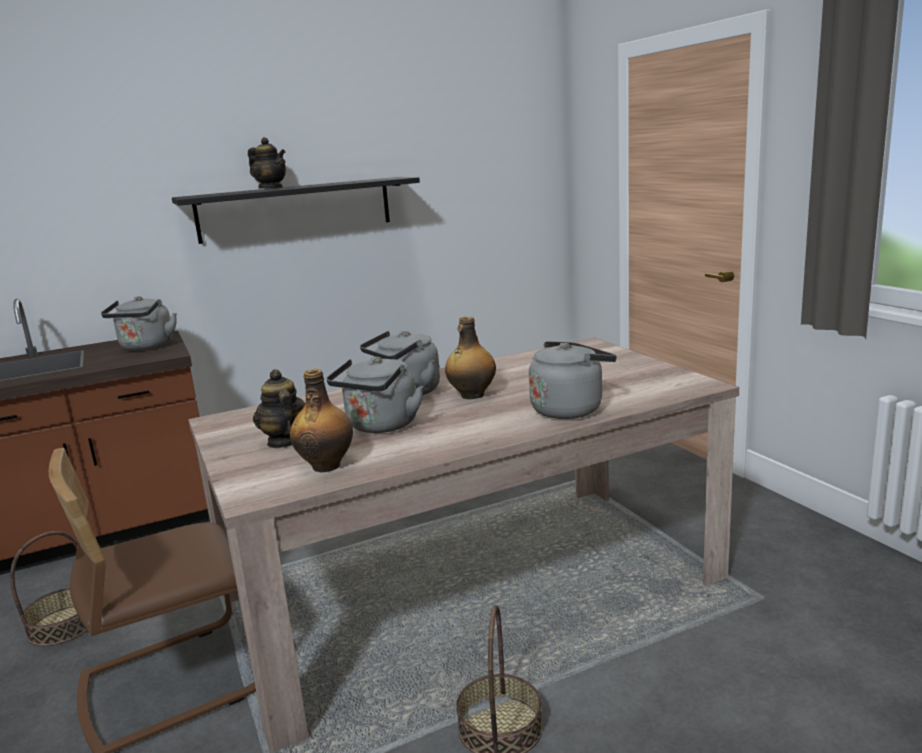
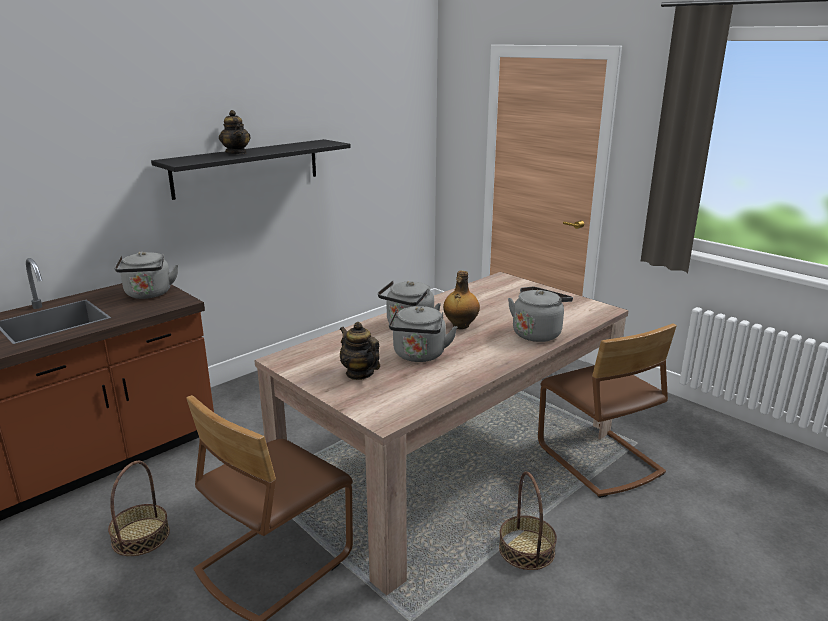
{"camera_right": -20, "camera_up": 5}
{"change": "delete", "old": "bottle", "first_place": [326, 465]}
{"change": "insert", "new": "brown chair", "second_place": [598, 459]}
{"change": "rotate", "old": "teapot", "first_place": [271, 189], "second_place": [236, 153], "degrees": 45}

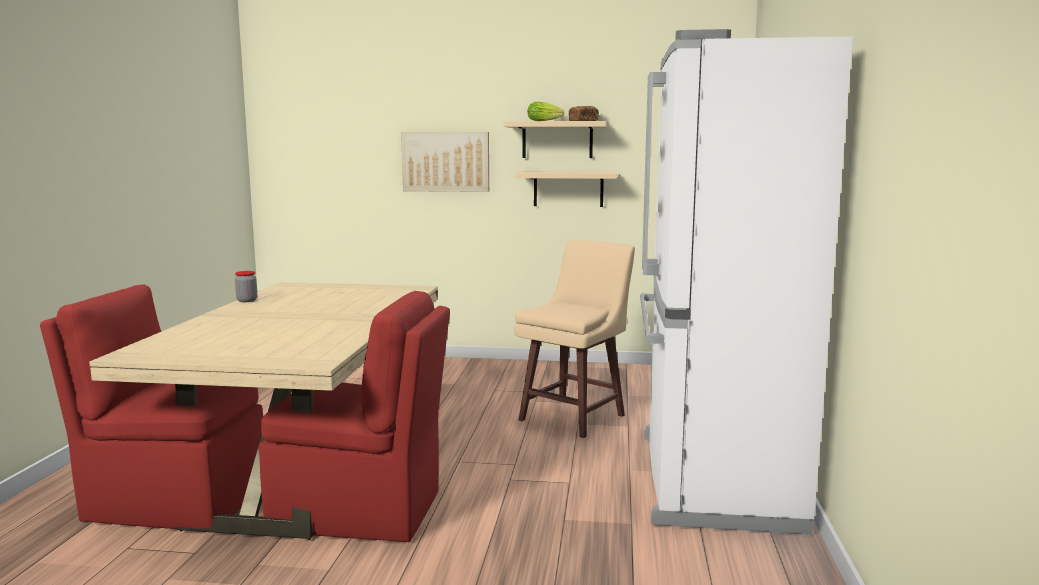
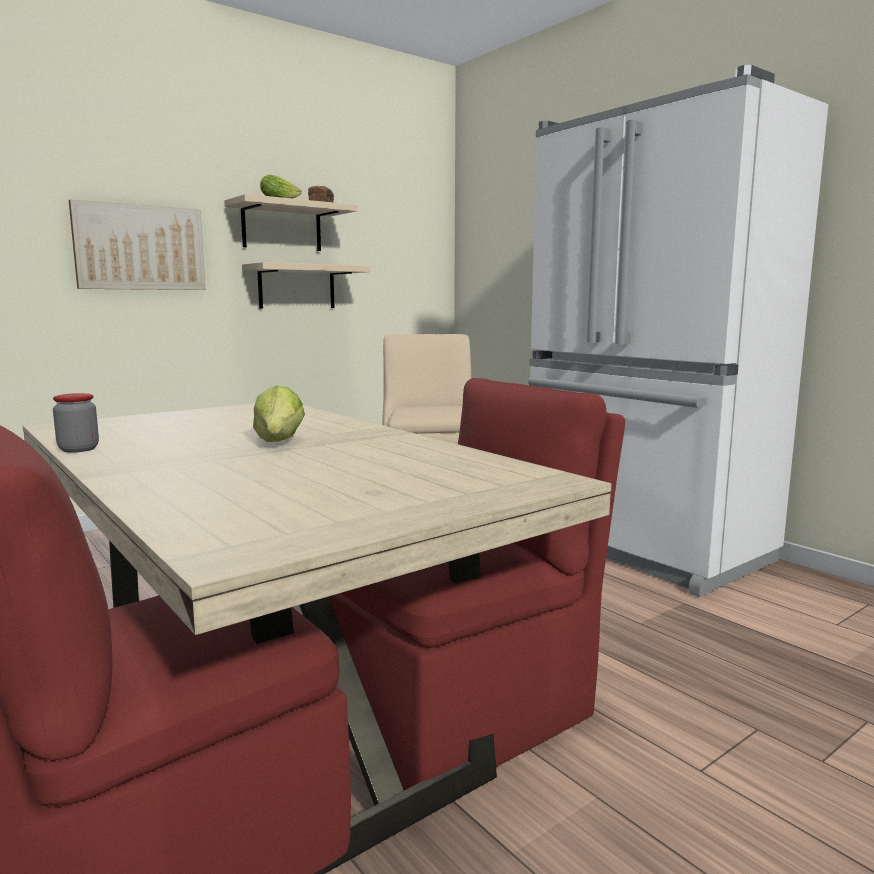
{"camera_right": -45, "camera_up": 0}
{"change": "insert", "new": "lettuce", "second_place": [279, 442]}

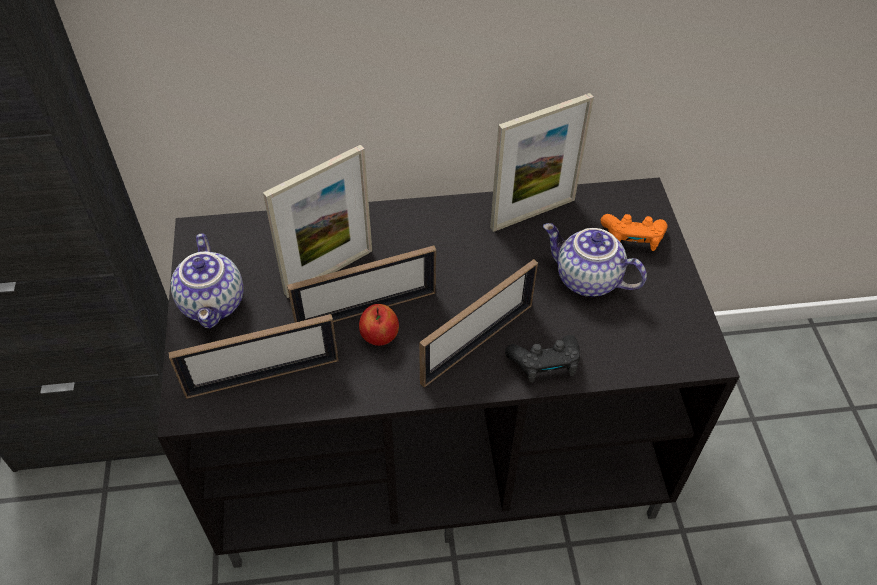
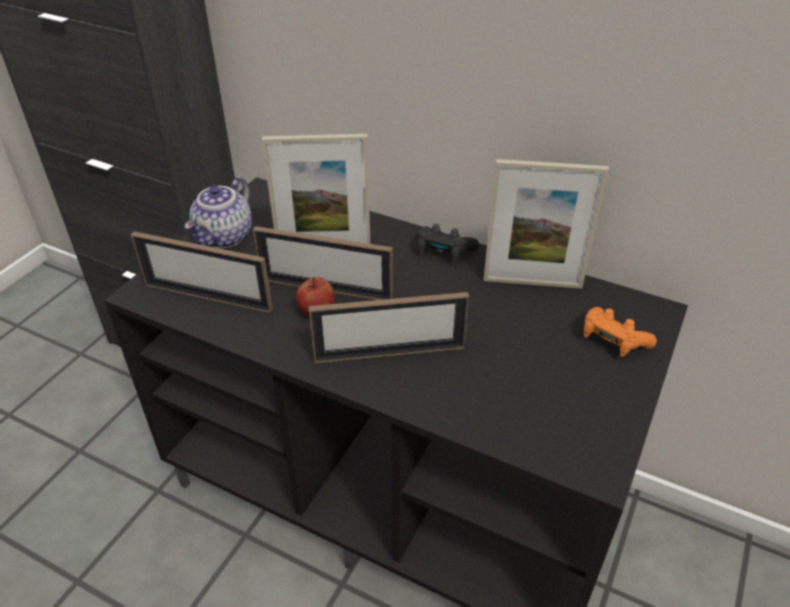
{"camera_right": 35, "camera_up": -10}
{"change": "delete", "old": "teapot", "first_place": [586, 280]}
{"change": "move", "old": "black game controller", "first_place": [544, 364], "second_place": [443, 251]}

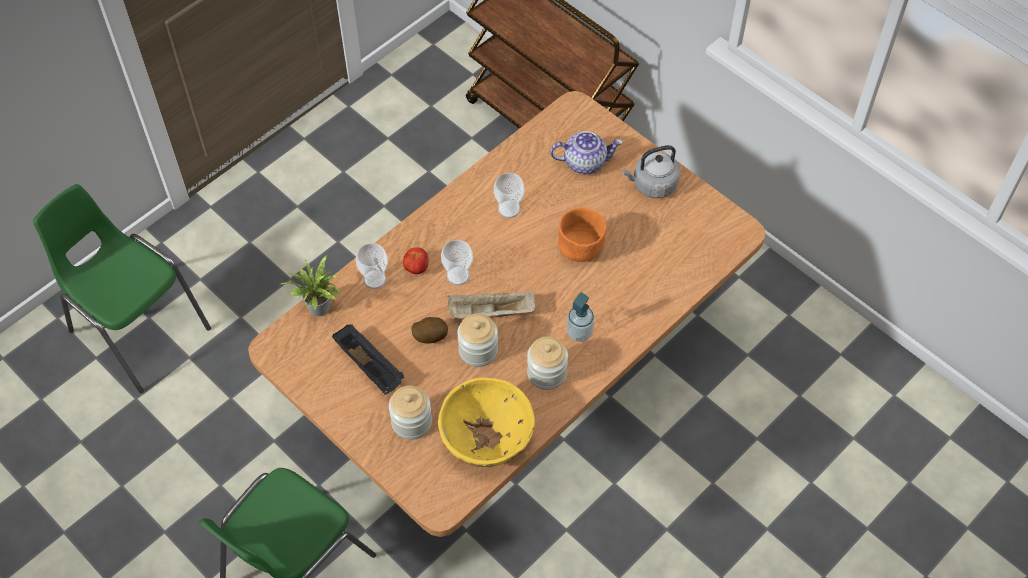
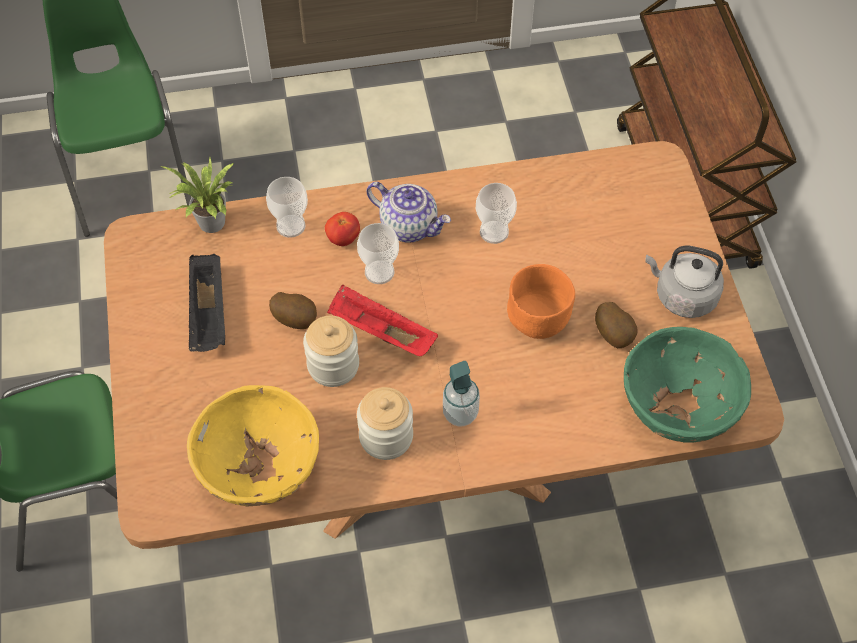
{"camera_right": 35, "camera_up": 0}
{"change": "delete", "old": "jar", "first_place": [411, 422]}
{"change": "insert", "new": "potato", "second_place": [614, 335]}
{"change": "insert", "new": "green bowl", "second_place": [677, 409]}
{"change": "move", "old": "teapot", "first_place": [585, 162], "second_place": [409, 226]}
{"change": "recolor", "old": "beige tray", "new": "red tray", "first_place": [490, 313], "second_place": [380, 332]}

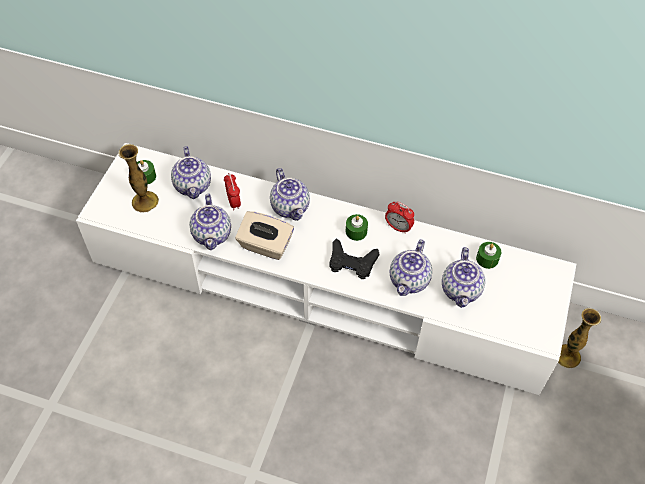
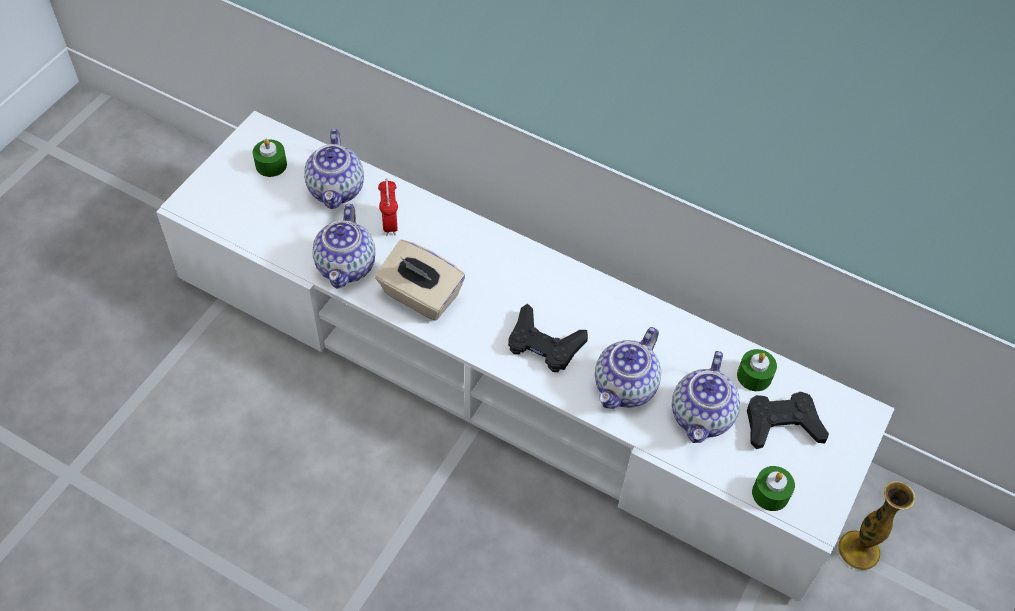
{"camera_right": 10, "camera_up": 0}
{"change": "delete", "old": "vase", "first_place": [145, 201]}
{"change": "delete", "old": "teapot", "first_place": [290, 207]}
{"change": "delete", "old": "alarm clock", "first_place": [398, 227]}
{"change": "insert", "new": "black game controller", "second_place": [782, 424]}
{"change": "move", "old": "green candle", "first_place": [356, 231], "second_place": [770, 493]}

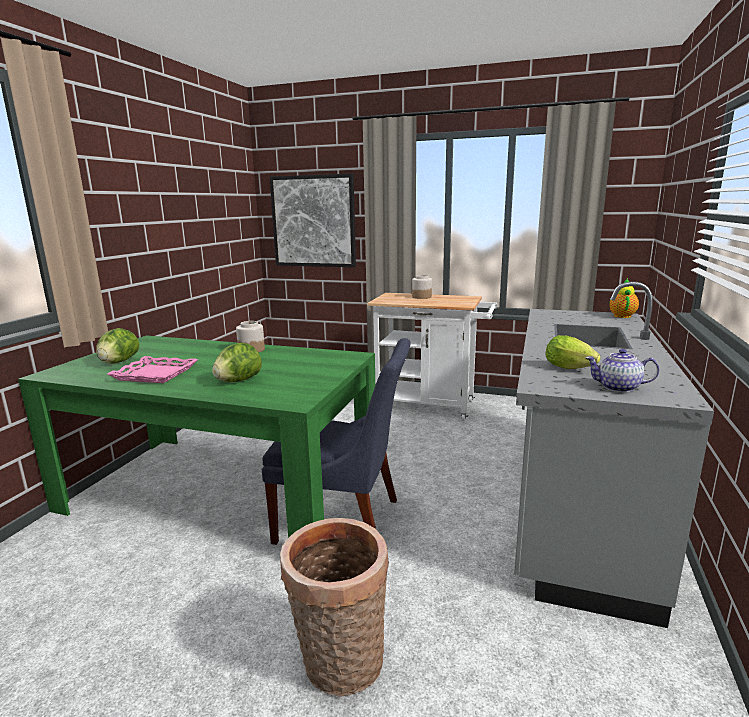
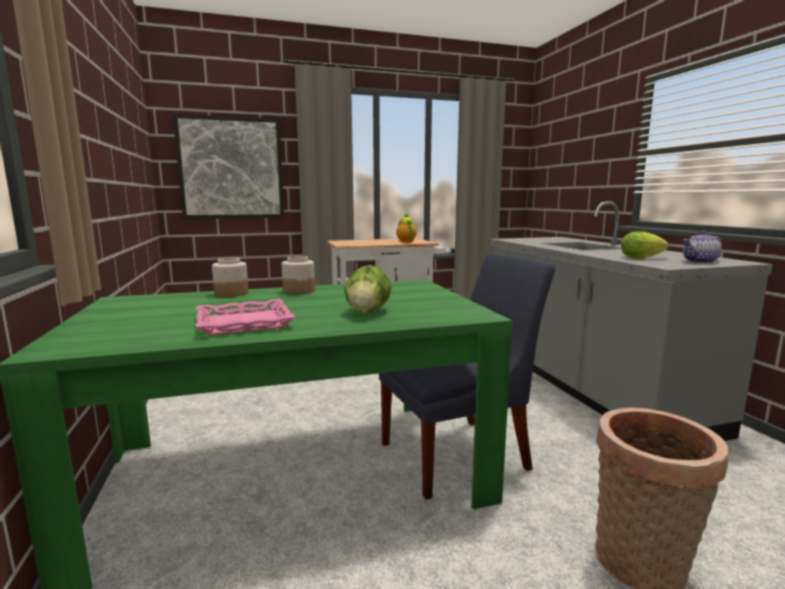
{"camera_right": -35, "camera_up": -5}
{"change": "delete", "old": "lettuce", "first_place": [119, 362]}
{"change": "move", "old": "jar", "first_place": [421, 297], "second_place": [231, 294]}
{"change": "move", "old": "teapot", "first_place": [621, 315], "second_place": [405, 241]}

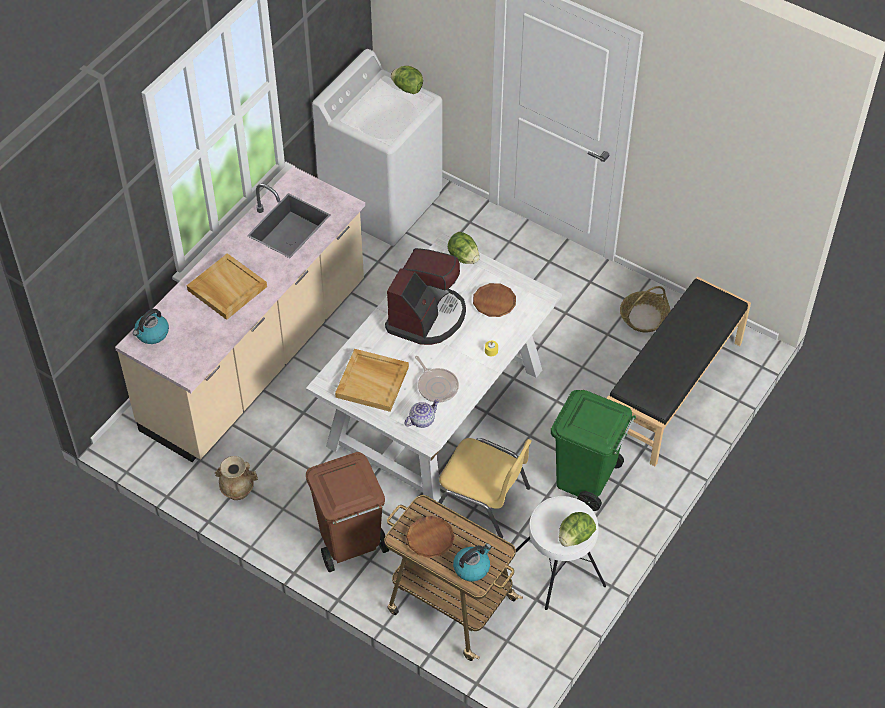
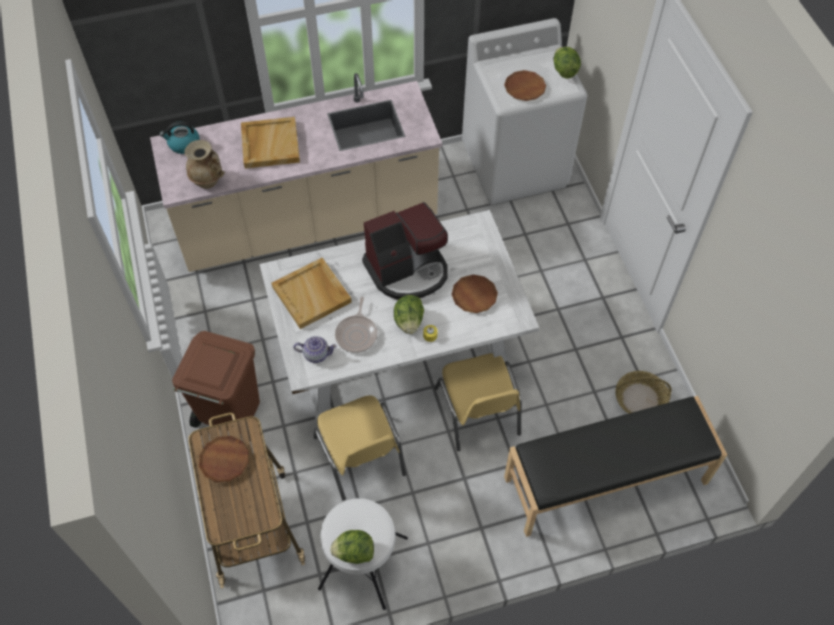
{"camera_right": 40, "camera_up": 5}
{"change": "delete", "old": "kettle", "first_place": [472, 567]}
{"change": "delete", "old": "green trash can", "first_place": [586, 481]}
{"change": "insert", "new": "yellow chair", "second_place": [478, 412]}
{"change": "insert", "new": "brown plate", "second_place": [524, 88]}
{"change": "move", "old": "beige vase", "first_place": [238, 491], "second_place": [208, 180]}
{"change": "move", "old": "lettuce", "first_place": [463, 257], "second_place": [409, 321]}

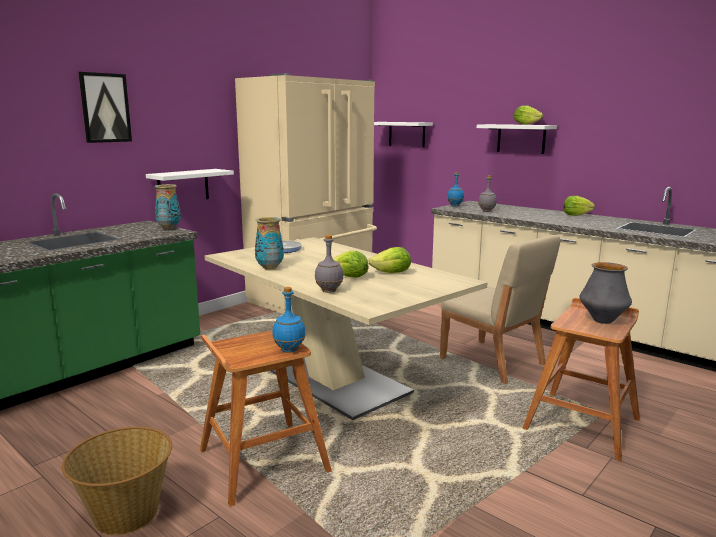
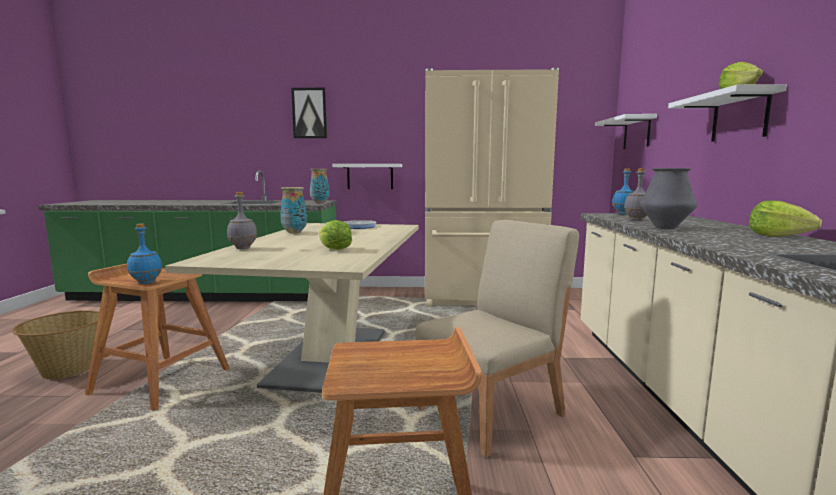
{"camera_right": 50, "camera_up": -5}
{"change": "delete", "old": "lettuce", "first_place": [350, 277]}
{"change": "move", "old": "vase", "first_place": [602, 321], "second_place": [665, 228]}
{"change": "rotate", "old": "beige chair", "first_place": [493, 362], "second_place": [492, 411], "degrees": -135}

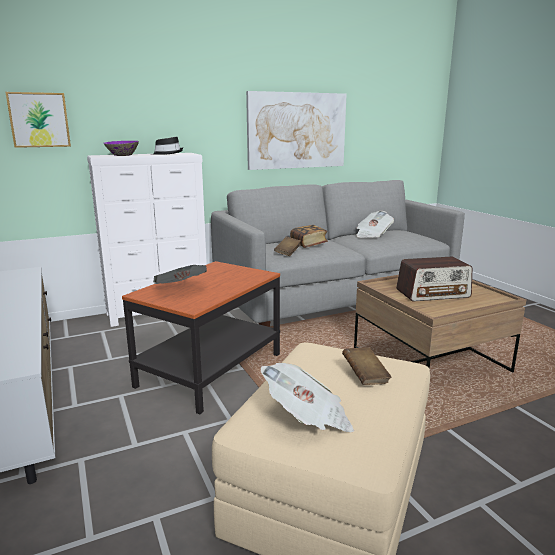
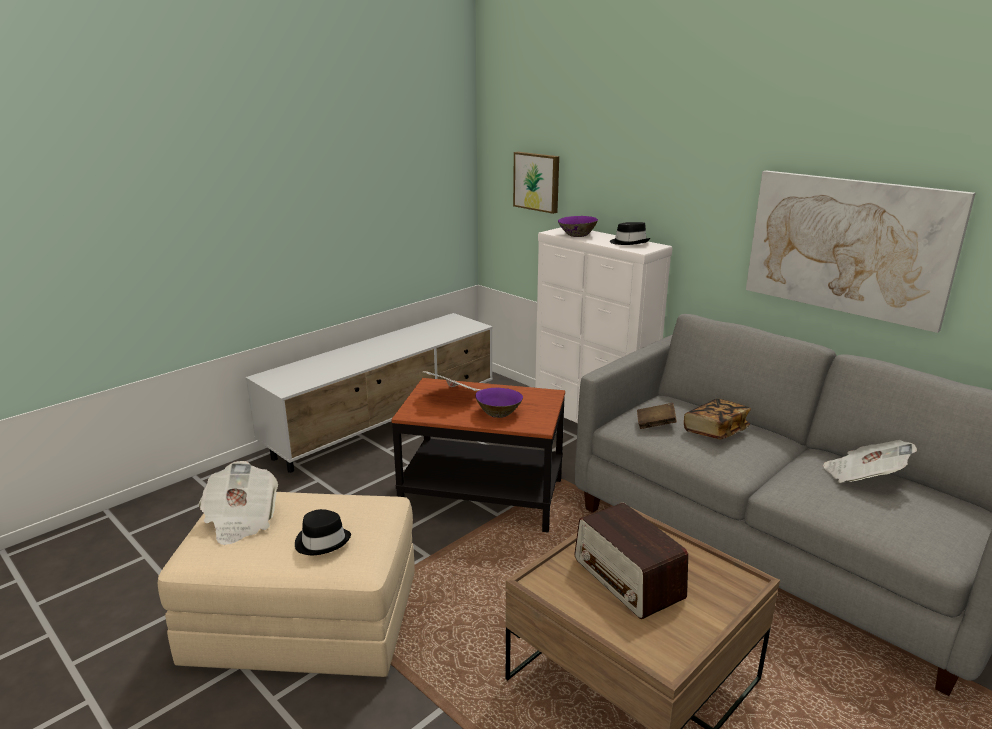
{"camera_right": 70, "camera_up": 5}
{"change": "insert", "new": "purple bowl", "second_place": [499, 413]}
{"change": "replace", "old": "brown book", "new": "black hat", "first_place": [365, 376], "second_place": [322, 541]}

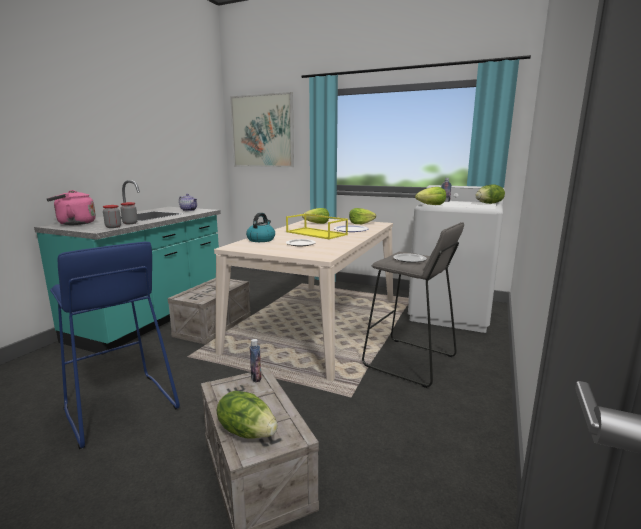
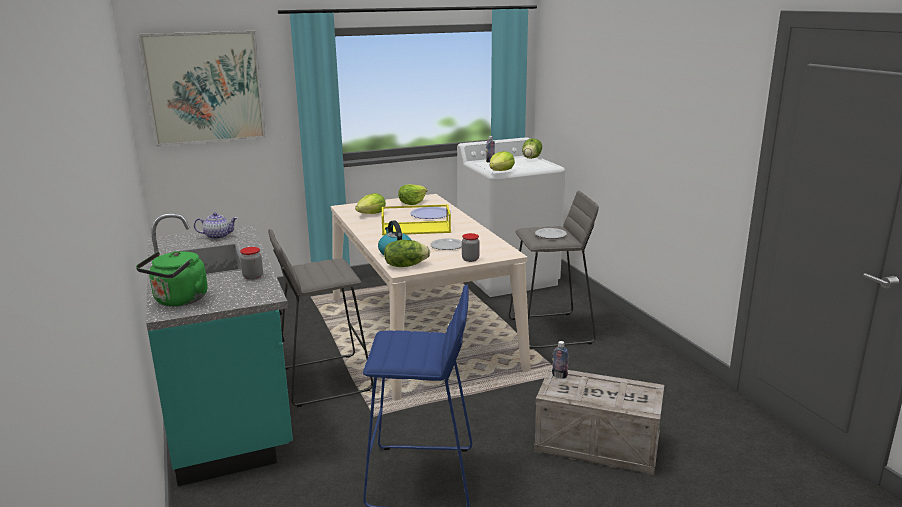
{"camera_right": -45, "camera_up": 5}
{"change": "move", "old": "jar", "first_place": [113, 227], "second_place": [470, 259]}
{"change": "move", "old": "lettuce", "first_place": [247, 431], "second_place": [405, 265]}
{"change": "replace", "old": "crate", "new": "grey stool", "first_place": [214, 325], "second_place": [324, 379]}
{"change": "recolor", "old": "pink kettle", "new": "green kettle", "first_place": [74, 223], "second_place": [179, 301]}

